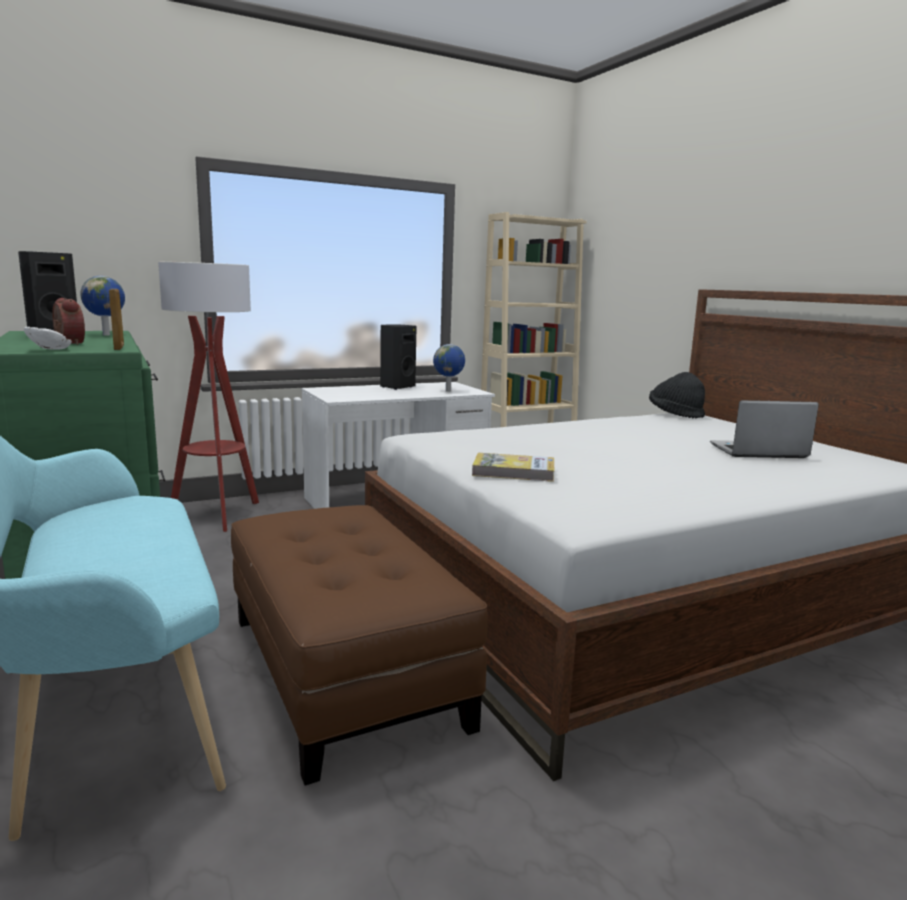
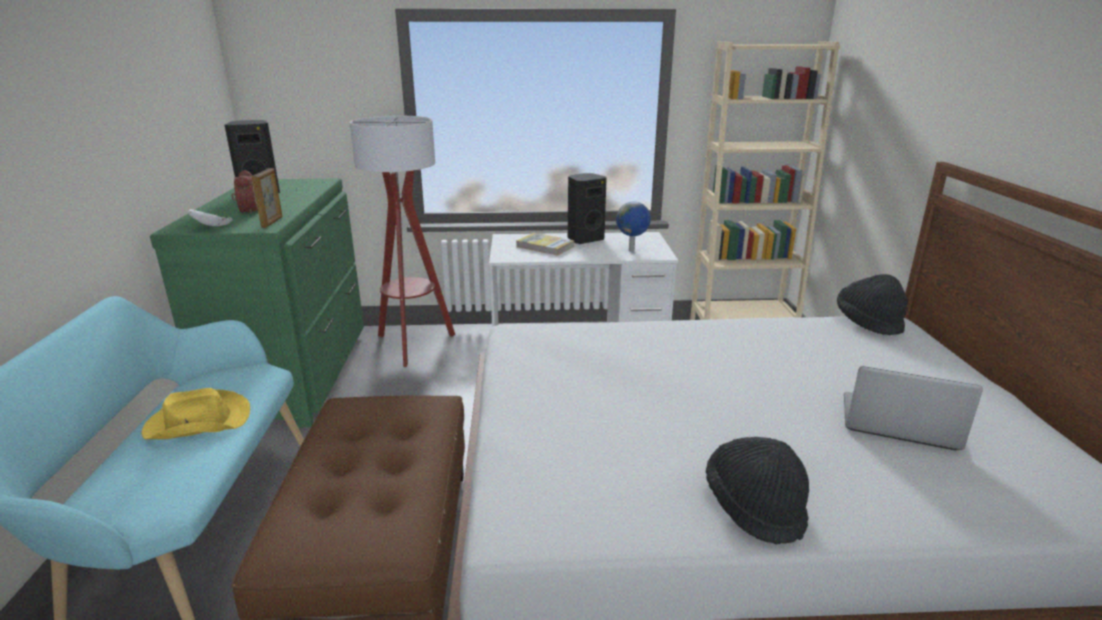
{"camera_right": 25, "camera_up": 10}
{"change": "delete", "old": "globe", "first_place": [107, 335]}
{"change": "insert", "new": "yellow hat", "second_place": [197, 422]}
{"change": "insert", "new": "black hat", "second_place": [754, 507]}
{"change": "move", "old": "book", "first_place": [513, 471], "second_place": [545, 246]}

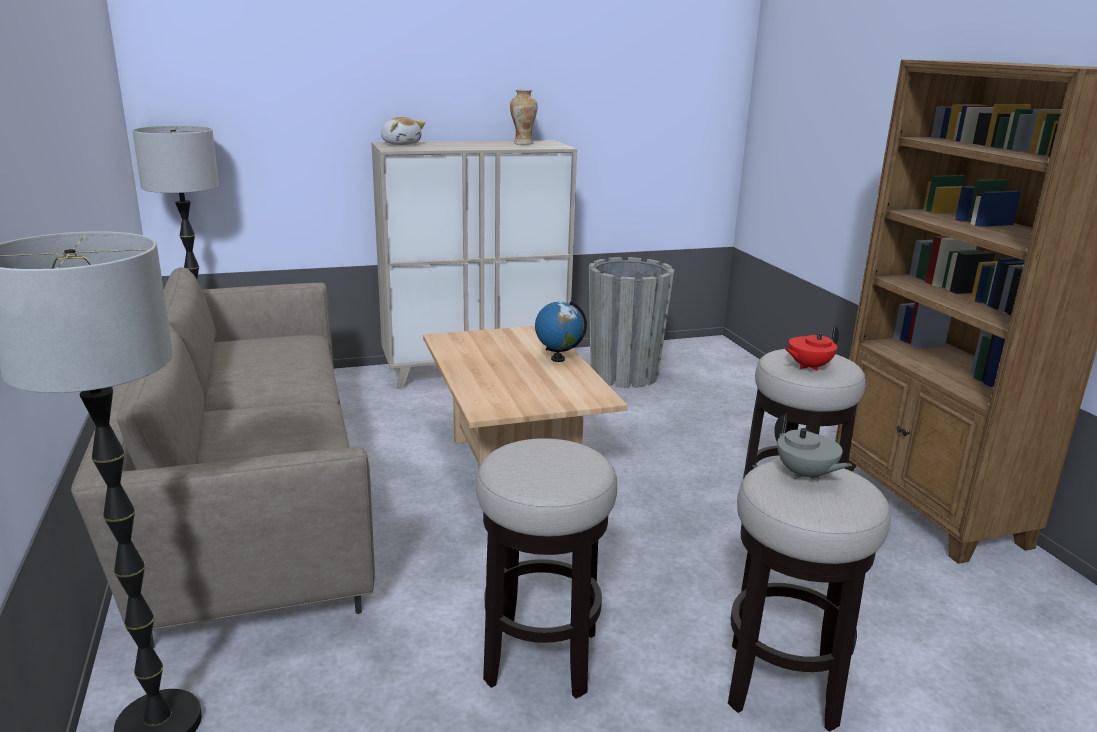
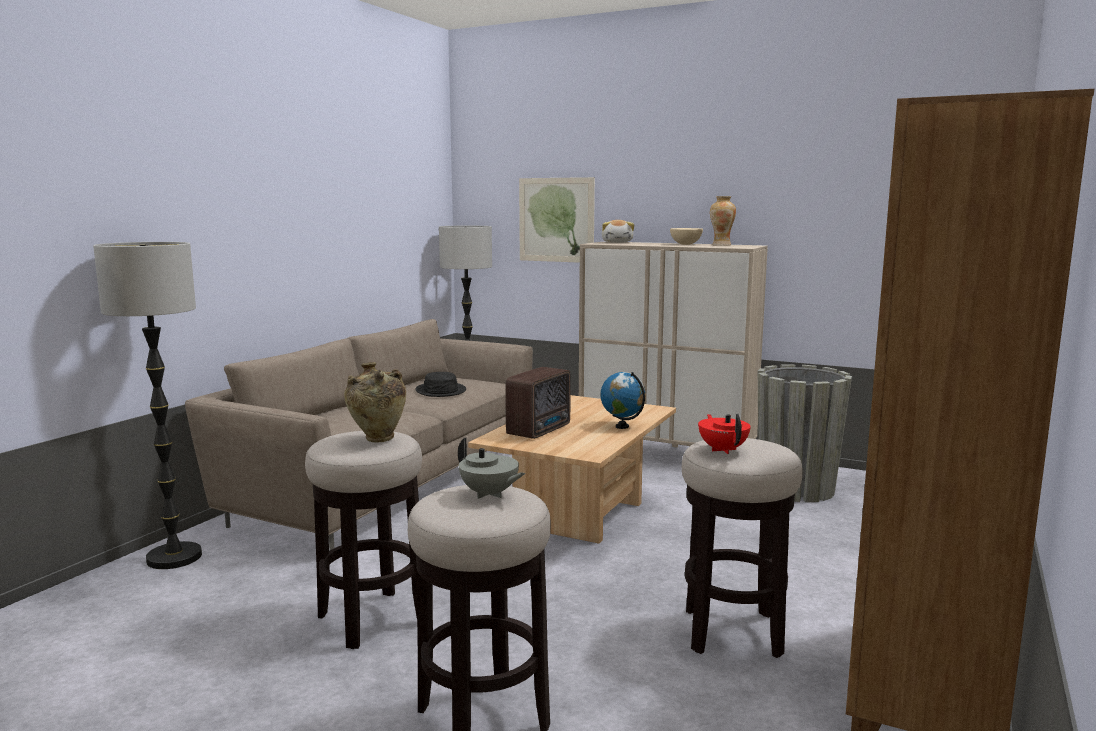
{"camera_right": 45, "camera_up": -10}
{"change": "insert", "new": "beige vase", "second_place": [378, 440]}
{"change": "insert", "new": "black hat", "second_place": [440, 391]}
{"change": "insert", "new": "radio", "second_place": [541, 430]}
{"change": "insert", "new": "picture", "second_place": [556, 220]}
{"change": "insert", "new": "beige bowl", "second_place": [686, 244]}
{"change": "rotate", "old": "grey teapot", "first_place": [805, 475], "second_place": [489, 494], "degrees": -60}
{"change": "rotate", "old": "red teapot", "first_place": [808, 366], "second_place": [723, 450], "degrees": 60}

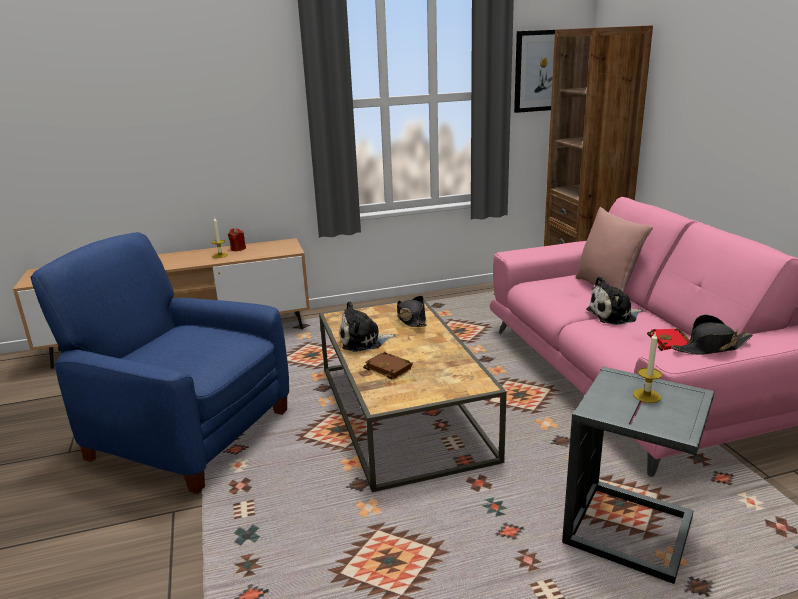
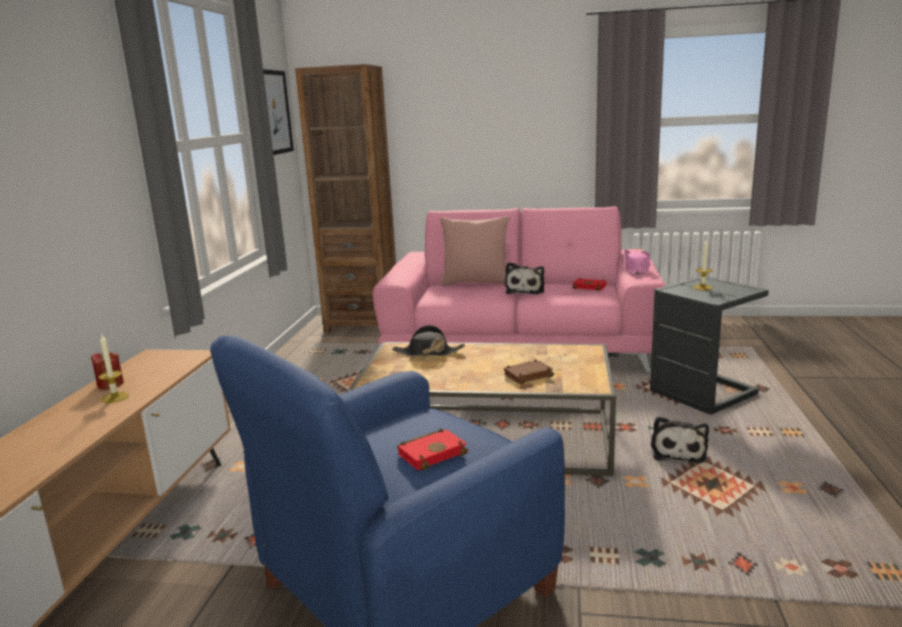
{"camera_right": -65, "camera_up": -5}
{"change": "insert", "new": "red book", "second_place": [432, 453]}
{"change": "move", "old": "plush toy", "first_place": [363, 341], "second_place": [677, 451]}
{"change": "recolor", "old": "black hat", "new": "pink hat", "first_place": [710, 347], "second_place": [636, 269]}

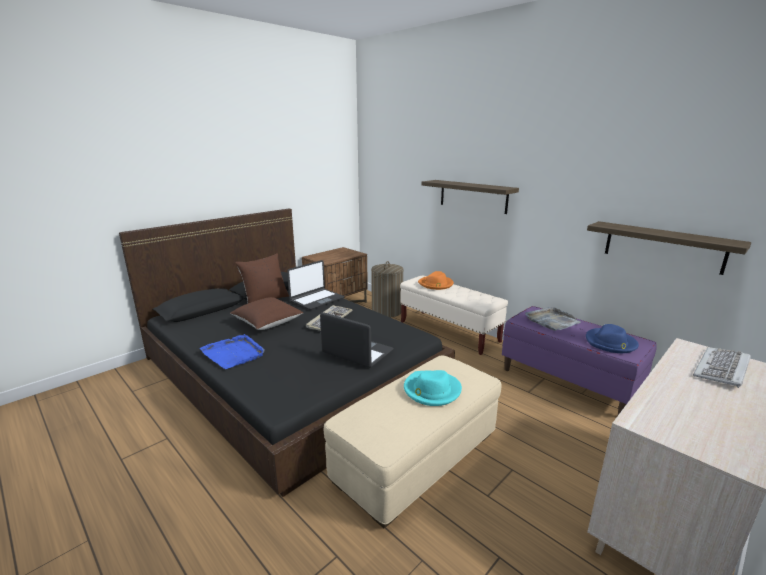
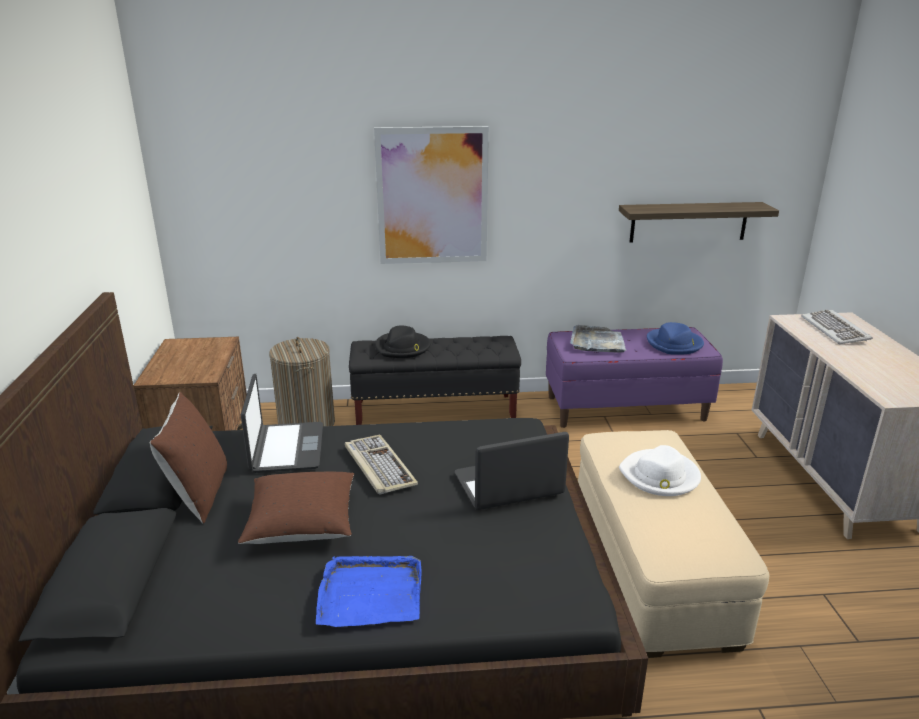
{"camera_right": -50, "camera_up": 5}
{"change": "replace", "old": "shelf", "new": "picture", "first_place": [473, 196], "second_place": [432, 196]}
{"change": "recolor", "old": "beige bench", "new": "black bench", "first_place": [449, 332], "second_place": [435, 412]}
{"change": "recolor", "old": "turquoise hat", "new": "white hat", "first_place": [431, 390], "second_place": [660, 476]}
{"change": "recolor", "old": "orange hat", "new": "black hat", "first_place": [436, 284], "second_place": [403, 347]}

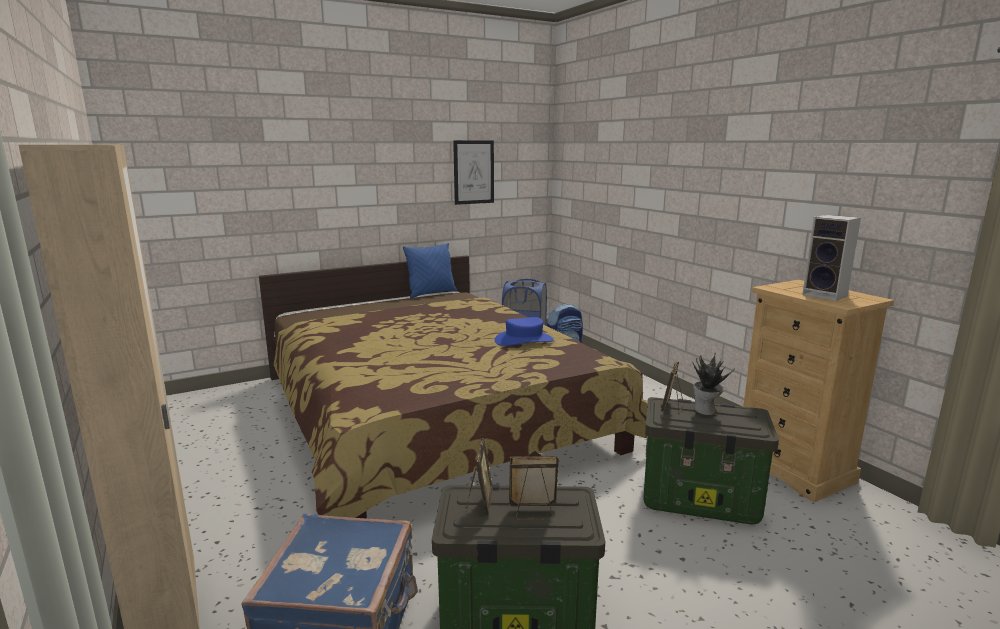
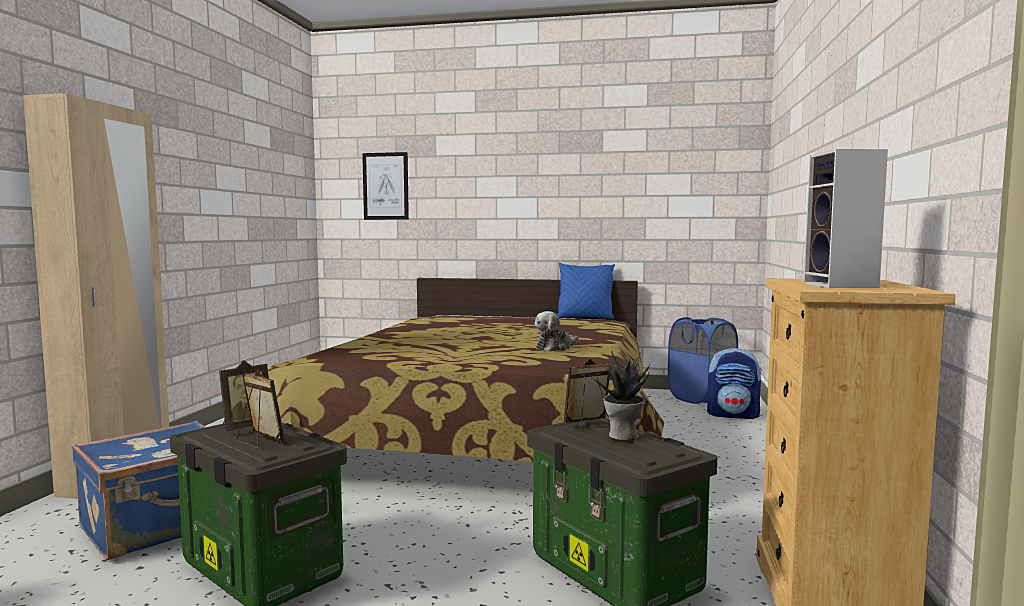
{"camera_right": 40, "camera_up": -10}
{"change": "move", "old": "picture", "first_place": [473, 172], "second_place": [385, 186]}
{"change": "replace", "old": "blue hat", "new": "plush toy", "first_place": [524, 340], "second_place": [555, 348]}

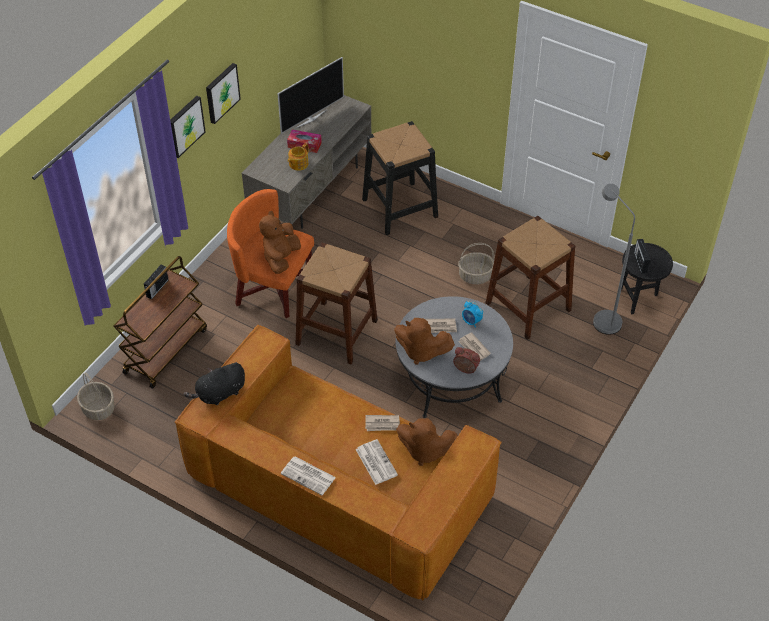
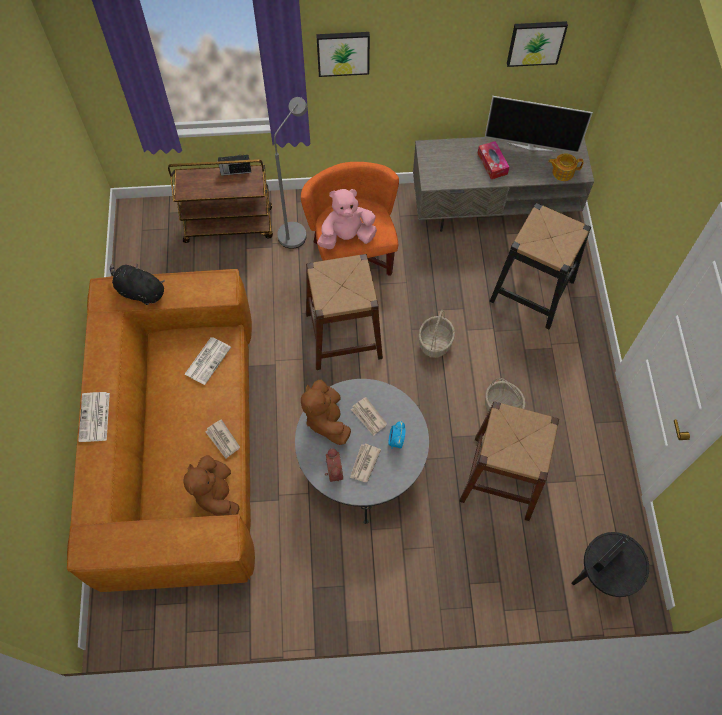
{"camera_right": 55, "camera_up": 15}
{"change": "move", "old": "basket", "first_place": [99, 408], "second_place": [435, 343]}
{"change": "move", "old": "picture", "first_place": [221, 92], "second_place": [536, 42]}
{"change": "move", "old": "teapot", "first_place": [298, 164], "second_place": [562, 172]}
{"change": "move", "old": "newspaper", "first_place": [375, 462], "second_place": [208, 360]}
{"change": "move", "old": "grey floor lamp", "first_place": [602, 318], "second_place": [296, 230]}
{"change": "recolor", "old": "brown plush toy", "new": "pink plush toy", "first_place": [281, 258], "second_place": [347, 236]}

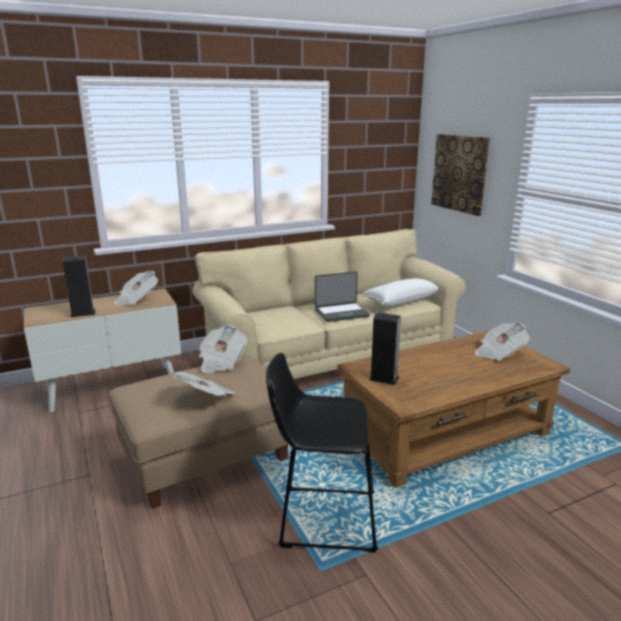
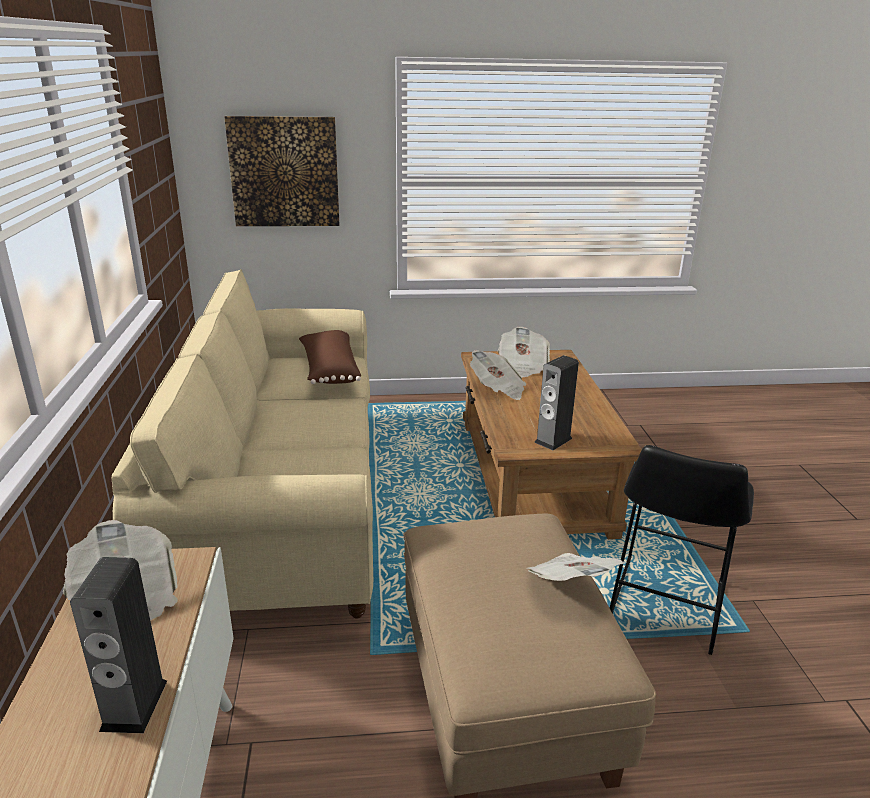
{"camera_right": -70, "camera_up": 5}
{"change": "delete", "old": "laptop", "first_place": [341, 313]}
{"change": "move", "old": "newspaper", "first_place": [221, 362], "second_place": [498, 389]}
{"change": "recolor", "old": "white pillow", "new": "brown pillow", "first_place": [401, 301], "second_place": [329, 370]}

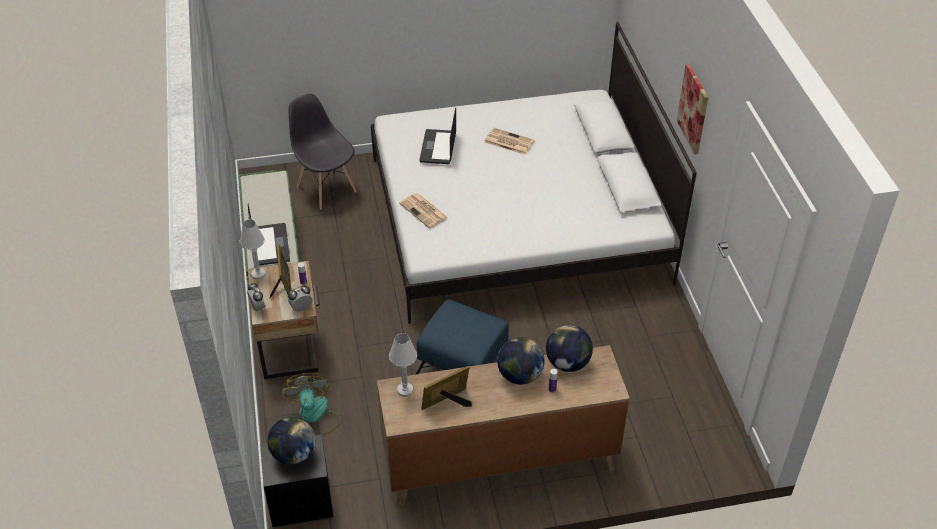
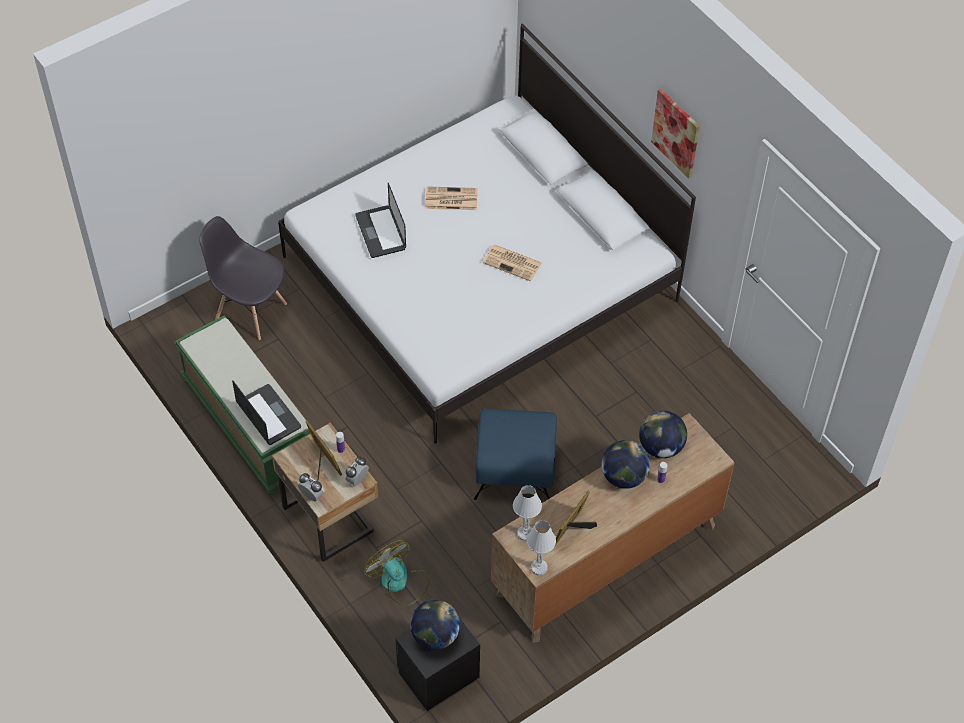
{"camera_right": -25, "camera_up": 10}
{"change": "move", "old": "white table lamp", "first_place": [258, 274], "second_place": [539, 568]}
{"change": "move", "old": "newspaper", "first_place": [424, 211], "second_place": [513, 263]}

